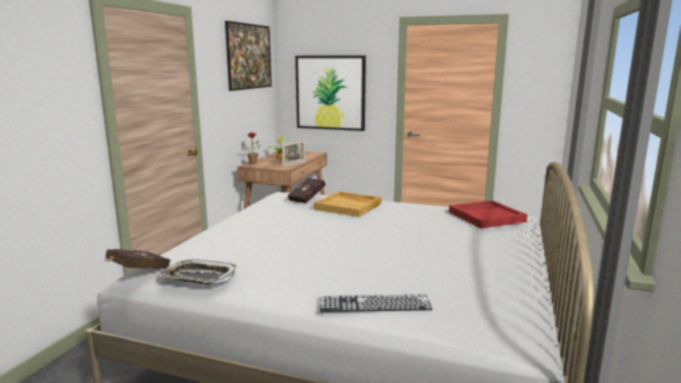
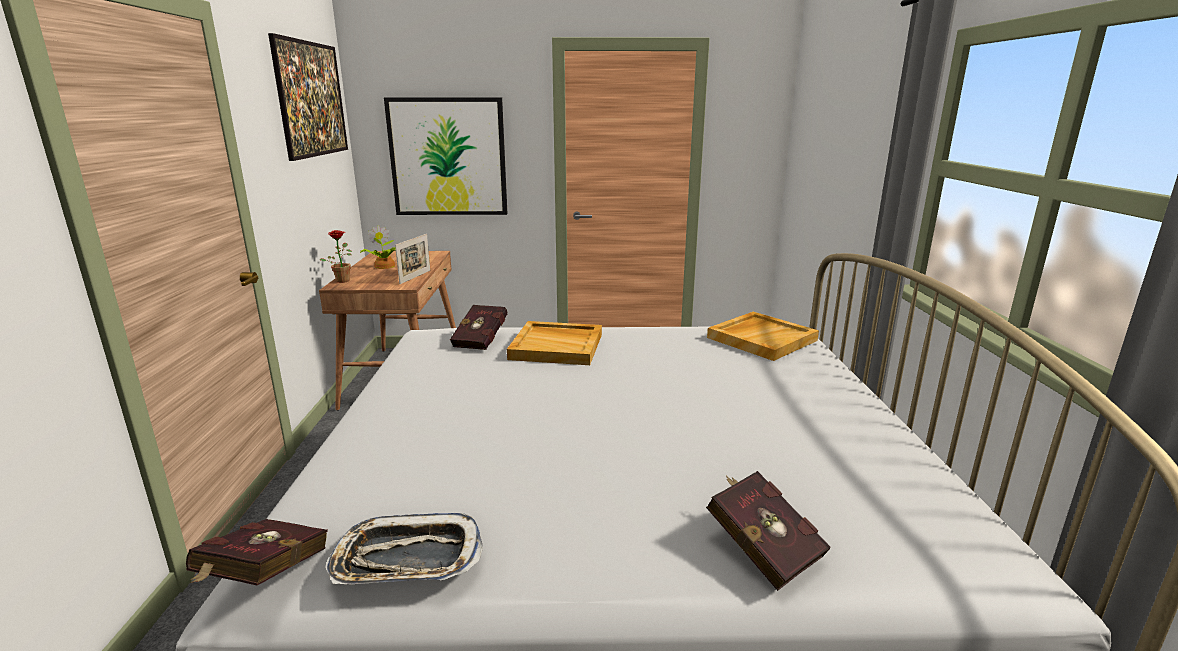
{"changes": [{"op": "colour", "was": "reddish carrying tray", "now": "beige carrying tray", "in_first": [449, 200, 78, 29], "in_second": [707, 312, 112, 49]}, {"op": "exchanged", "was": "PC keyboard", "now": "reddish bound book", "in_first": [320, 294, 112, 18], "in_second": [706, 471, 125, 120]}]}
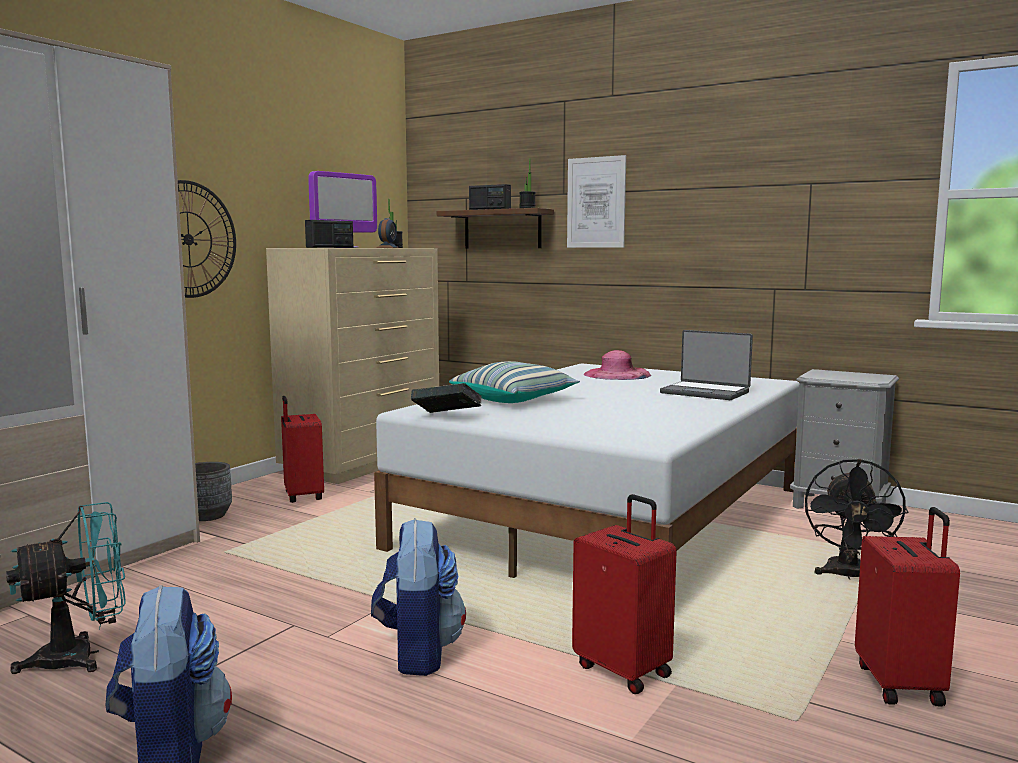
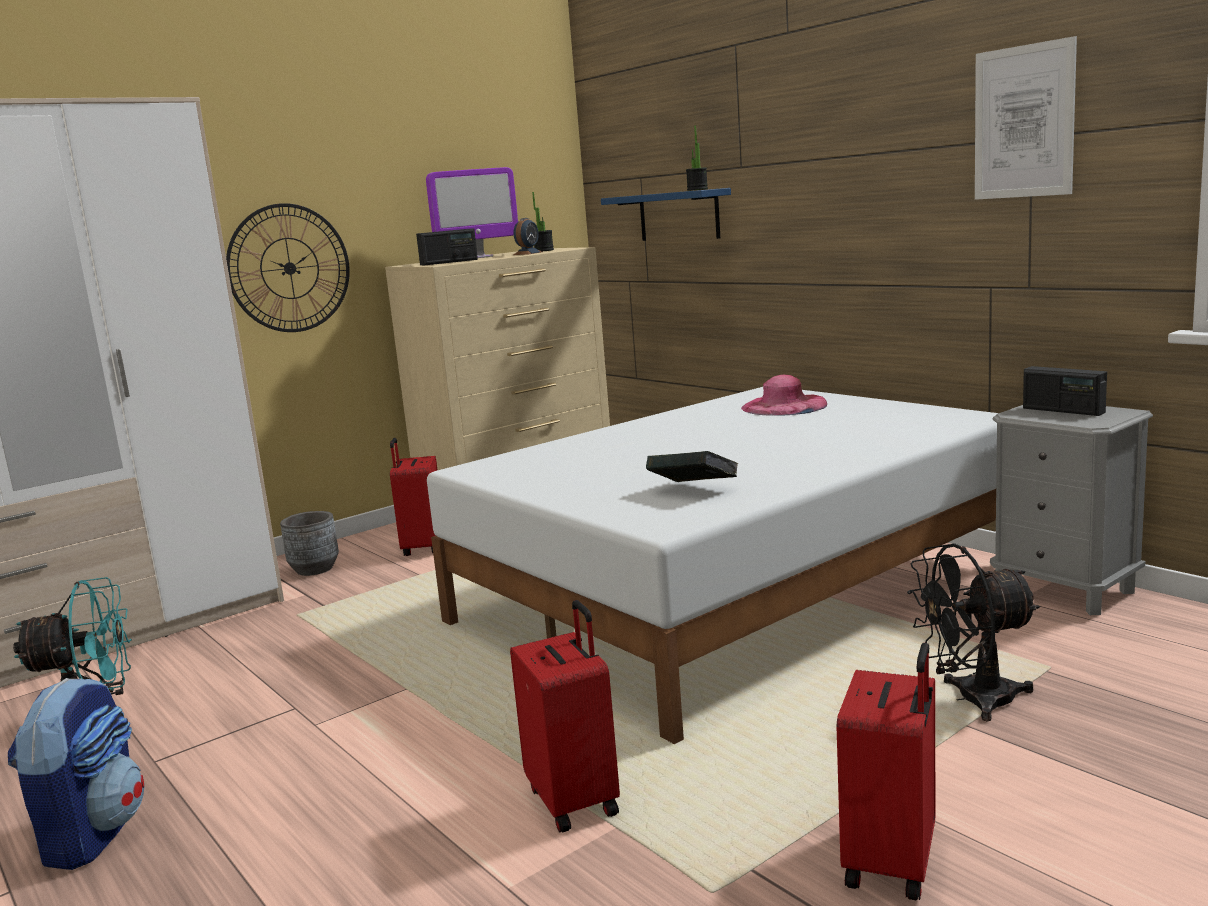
{"changes": [{"op": "relocated", "was": "wall picture", "in_first": [567, 155, 59, 93], "in_second": [975, 36, 102, 164]}, {"op": "relocated", "was": "radio receiver", "in_first": [469, 184, 42, 26], "in_second": [1023, 366, 84, 50]}, {"op": "colour", "was": "brownish wall shelf", "now": "bluish wall shelf", "in_first": [437, 208, 117, 40], "in_second": [601, 188, 130, 53]}, {"op": "missing", "was": "notebook computer", "in_first": [660, 330, 93, 70]}, {"op": "missing", "was": "pillow", "in_first": [449, 361, 131, 42]}, {"op": "relocated", "was": "bound book", "in_first": [411, 383, 71, 30], "in_second": [646, 451, 92, 31]}, {"op": "spun", "was": "black cooling fan", "in_first": [805, 459, 104, 121], "in_second": [907, 543, 133, 179], "clockwise": 45}, {"op": "missing", "was": "backpack", "in_first": [371, 518, 95, 158]}]}
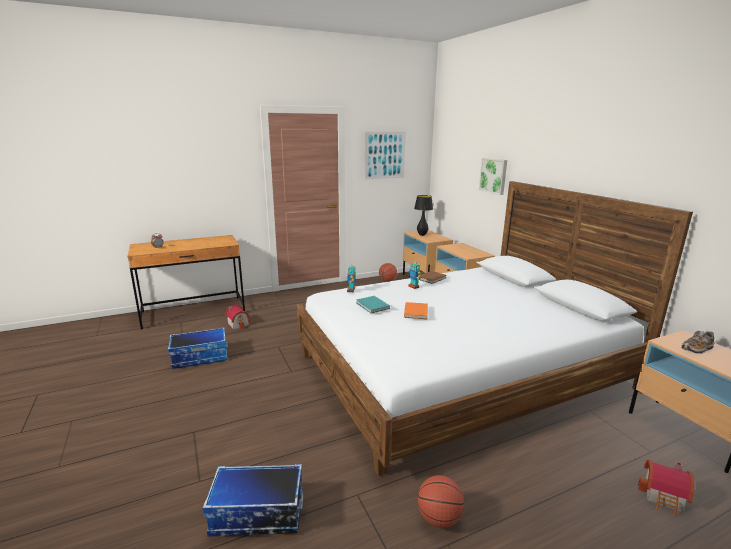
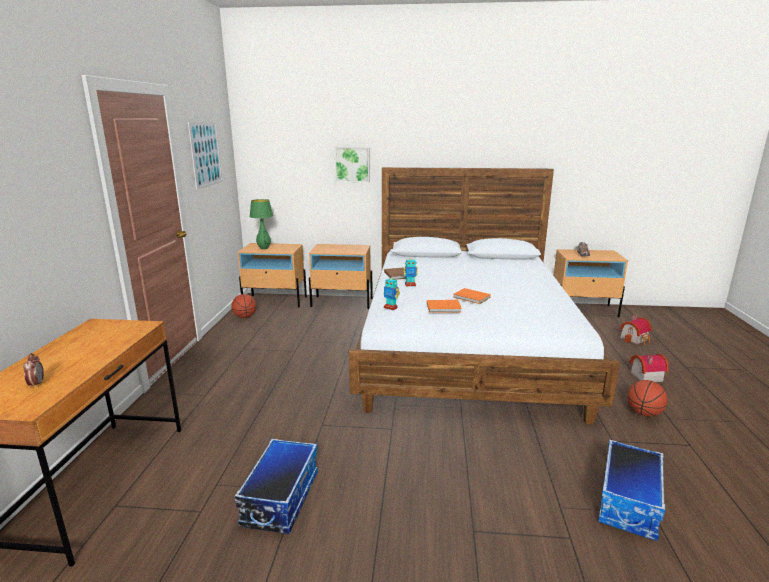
{"changes": [{"op": "colour", "was": "black lamp for a table", "now": "green lamp for a table", "in_first": [414, 195, 19, 41], "in_second": [249, 199, 24, 50]}, {"op": "colour", "was": "blue-green bound book", "now": "orange-coloured bound book", "in_first": [356, 296, 34, 17], "in_second": [427, 300, 35, 13]}, {"op": "relocated", "was": "model house", "in_first": [225, 305, 27, 25], "in_second": [629, 354, 40, 28]}]}
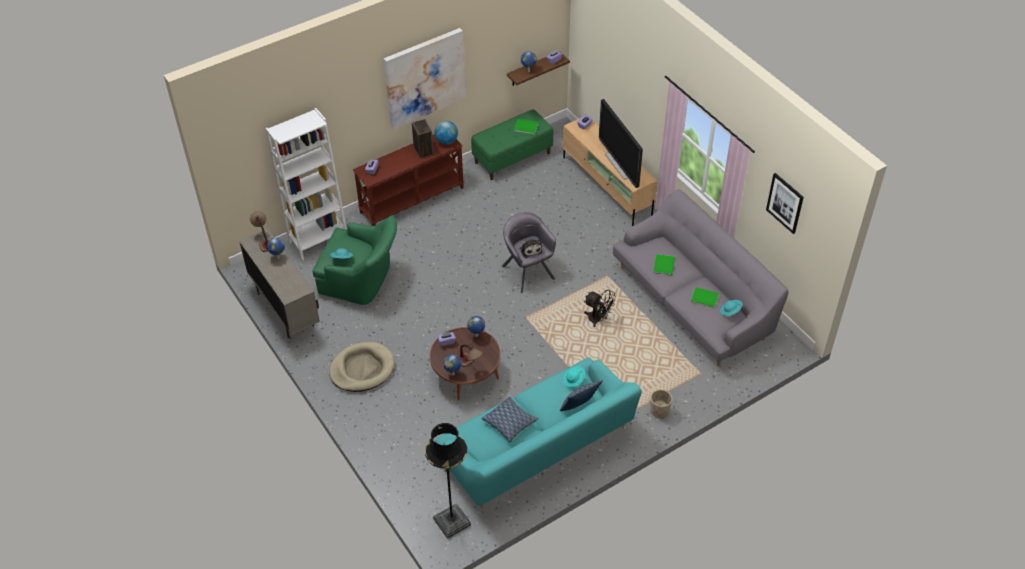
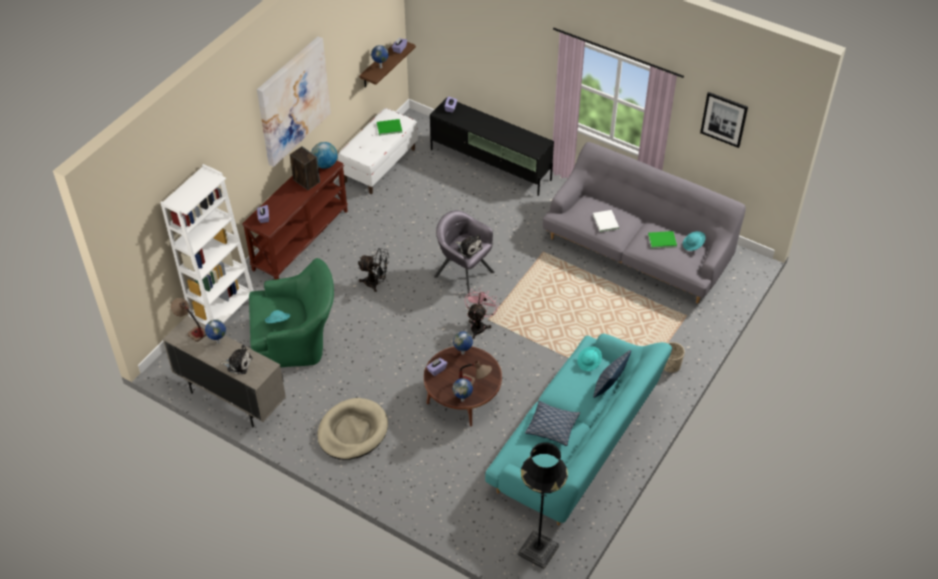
{"changes": [{"op": "missing", "was": "television", "in_first": [599, 99, 44, 89]}, {"op": "colour", "was": "green indoor bench", "now": "white indoor bench", "in_first": [471, 109, 82, 71], "in_second": [338, 108, 80, 86]}, {"op": "colour", "was": "beige tv stand", "now": "black tv stand", "in_first": [563, 118, 94, 108], "in_second": [430, 98, 124, 98]}, {"op": "colour", "was": "green bound book", "now": "white bound book", "in_first": [653, 254, 22, 21], "in_second": [593, 210, 26, 22]}, {"op": "relocated", "was": "black cooling fan", "in_first": [584, 290, 32, 37], "in_second": [358, 248, 31, 44]}, {"op": "appeared", "now": "pink cooling fan", "in_second": [465, 287, 34, 52]}, {"op": "appeared", "now": "soft toy", "in_second": [220, 345, 32, 29]}]}
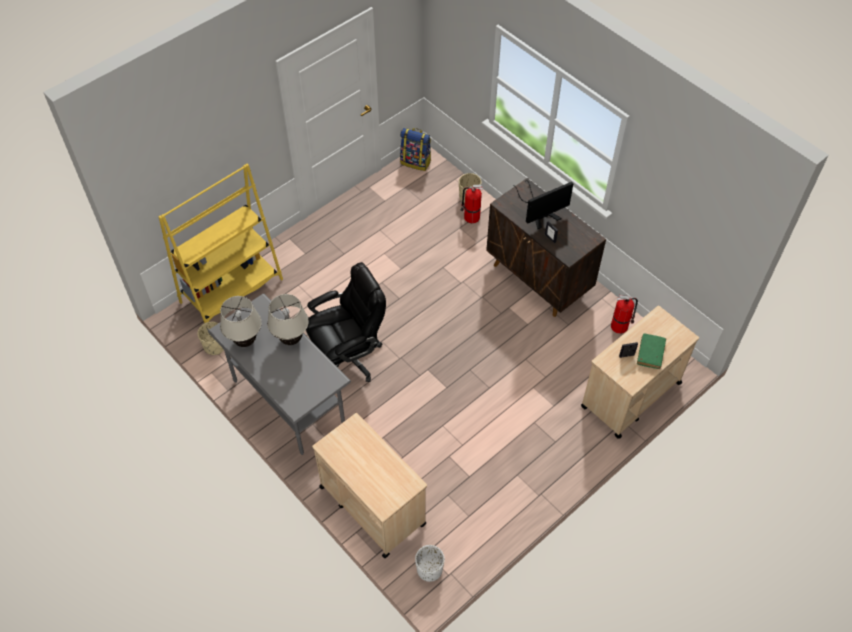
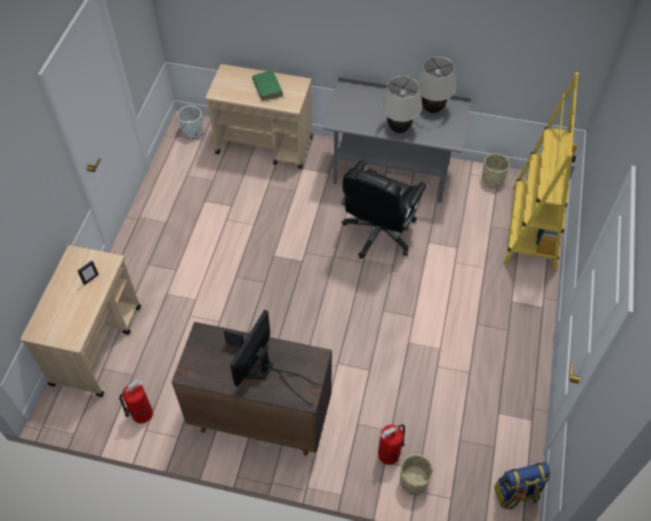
{"changes": [{"op": "relocated", "was": "green bound book", "in_first": [637, 333, 29, 36], "in_second": [252, 71, 31, 29]}]}
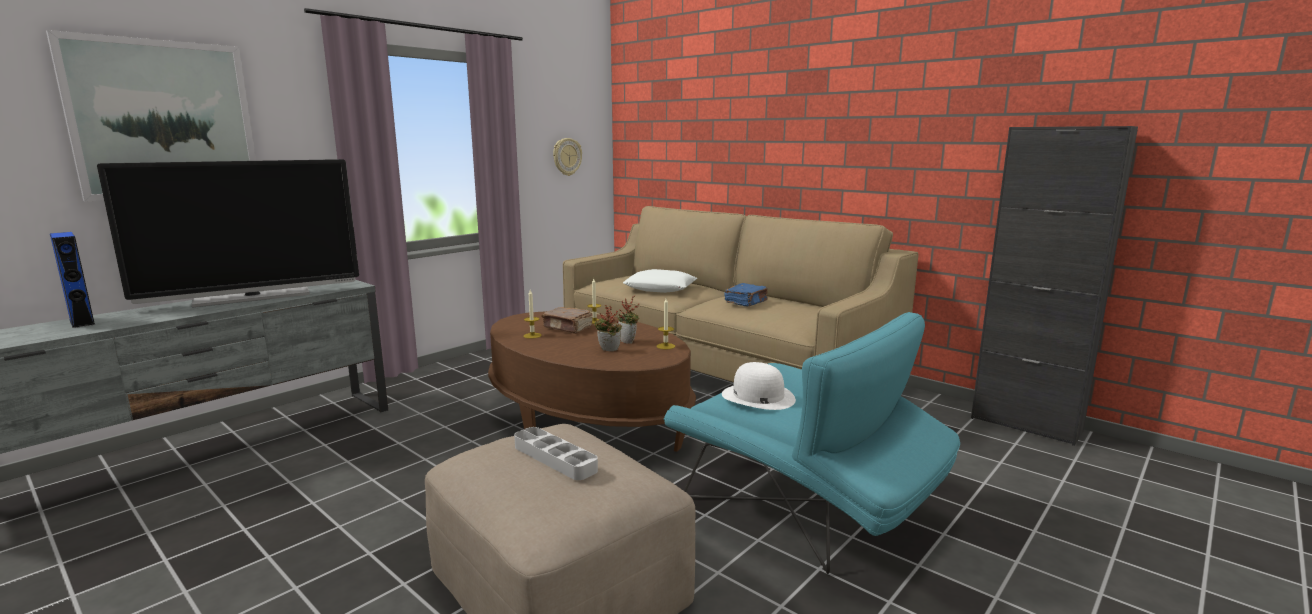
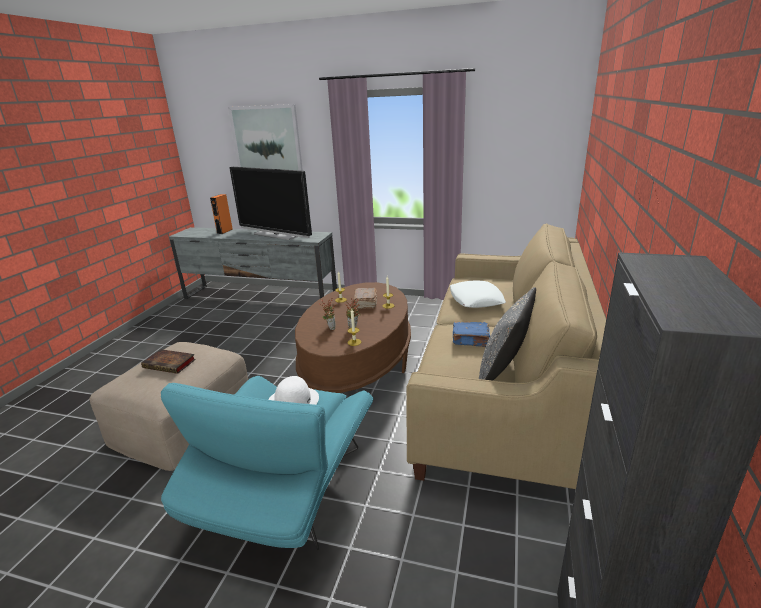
{"changes": [{"op": "missing", "was": "wall clock", "in_first": [553, 138, 29, 38]}, {"op": "colour", "was": "bluish audio speaker", "now": "orange-coloured audio speaker", "in_first": [50, 232, 45, 96], "in_second": [210, 194, 23, 40]}, {"op": "exchanged", "was": "gray carrying tray", "now": "bound book", "in_first": [514, 427, 84, 53], "in_second": [141, 349, 55, 25]}, {"op": "appeared", "now": "gray pillow", "in_second": [479, 287, 57, 94]}]}
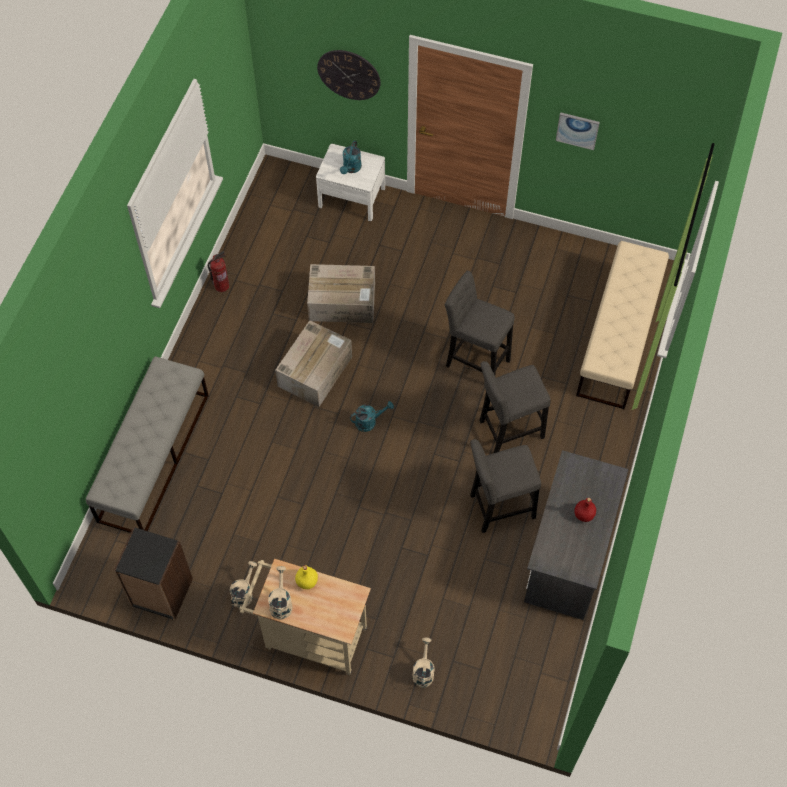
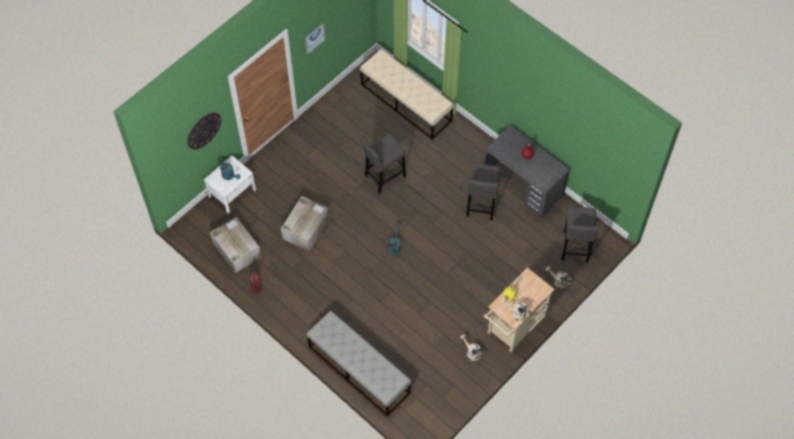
{"changes": [{"op": "relocated", "was": "cardboard box", "in_first": [275, 320, 77, 87], "in_second": [210, 217, 51, 56]}, {"op": "relocated", "was": "gray sitting stool", "in_first": [480, 361, 71, 92], "in_second": [562, 206, 38, 56]}, {"op": "missing", "was": "black bookcase", "in_first": [114, 527, 79, 93]}]}
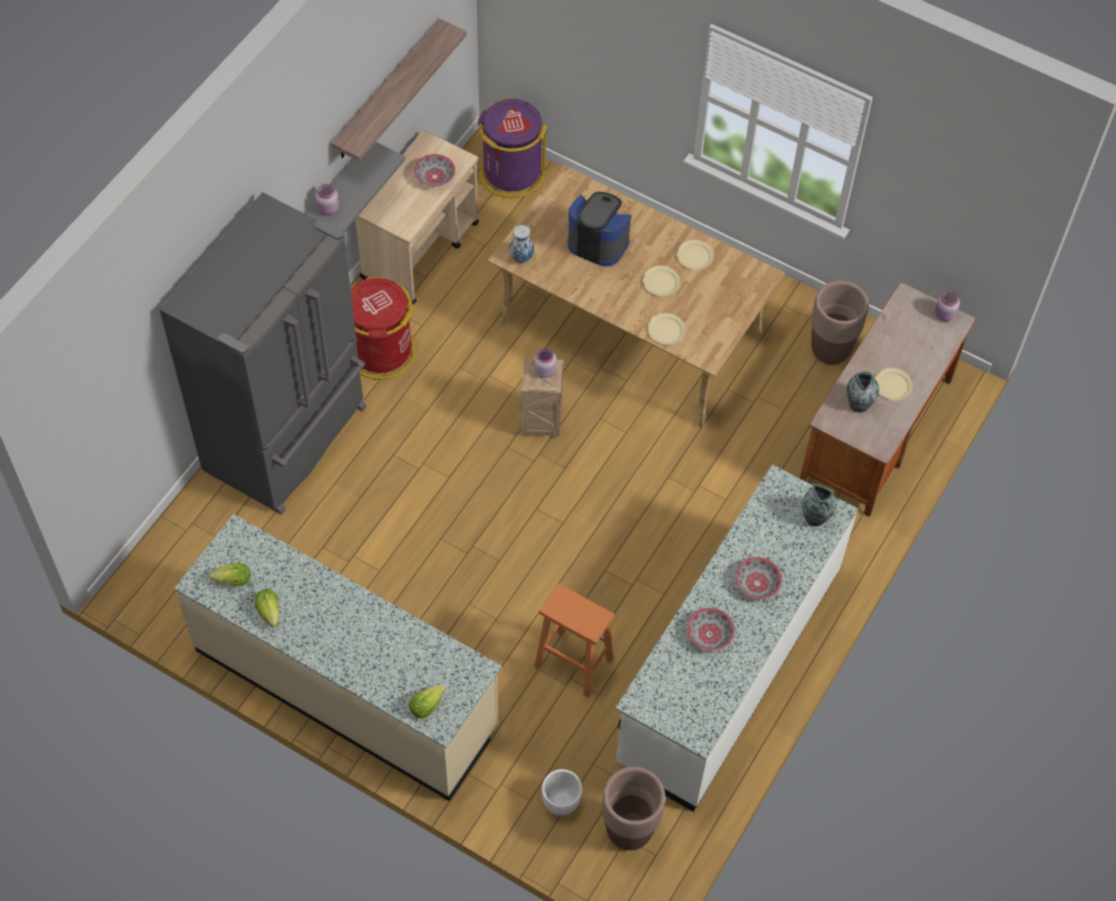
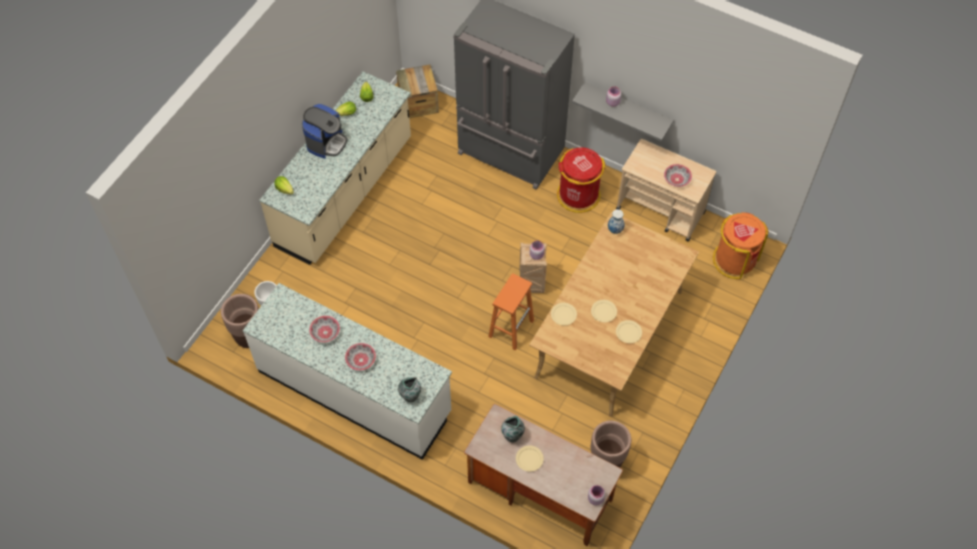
{"changes": [{"op": "missing", "was": "wall shelf", "in_first": [331, 19, 136, 142]}, {"op": "colour", "was": "purple waste bin", "now": "orange-coloured waste bin", "in_first": [478, 98, 69, 100], "in_second": [713, 212, 56, 67]}, {"op": "relocated", "was": "coffee brewer", "in_first": [568, 192, 64, 74], "in_second": [302, 104, 45, 55]}, {"op": "relocated", "was": "orange-coloured sitting stool", "in_first": [534, 583, 81, 115], "in_second": [488, 273, 46, 78]}, {"op": "appeared", "now": "shipping crate", "in_second": [396, 64, 43, 54]}]}
